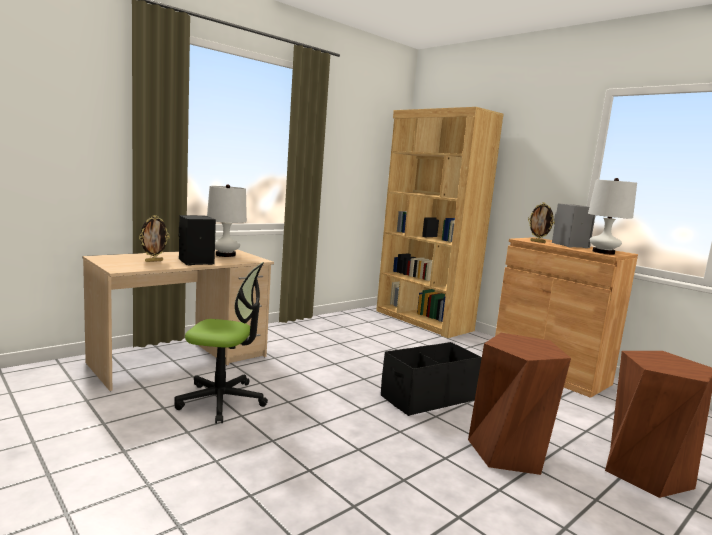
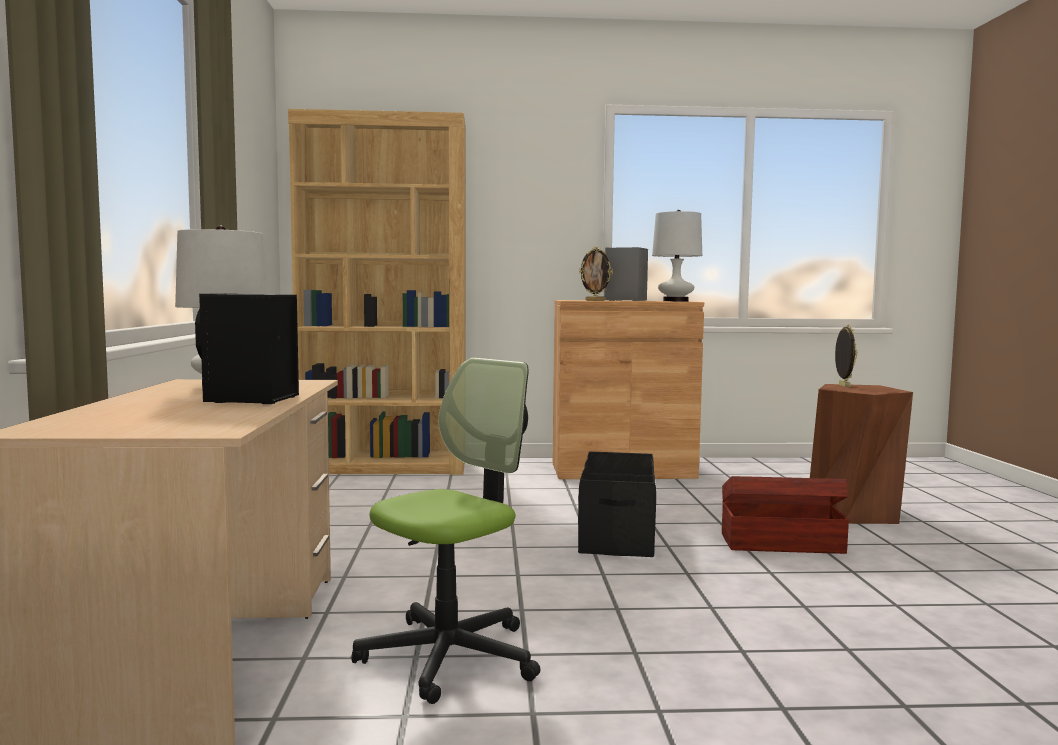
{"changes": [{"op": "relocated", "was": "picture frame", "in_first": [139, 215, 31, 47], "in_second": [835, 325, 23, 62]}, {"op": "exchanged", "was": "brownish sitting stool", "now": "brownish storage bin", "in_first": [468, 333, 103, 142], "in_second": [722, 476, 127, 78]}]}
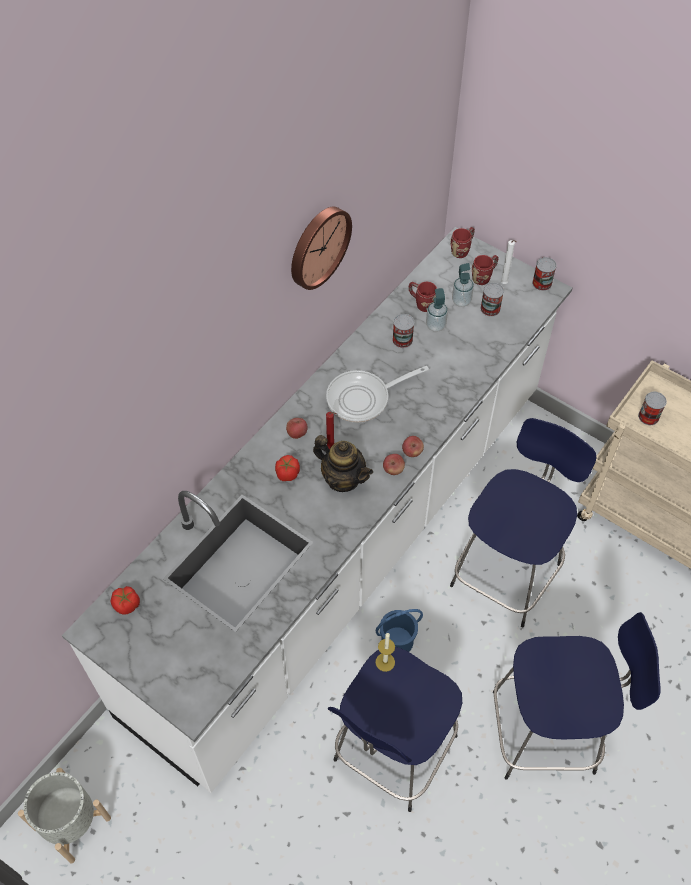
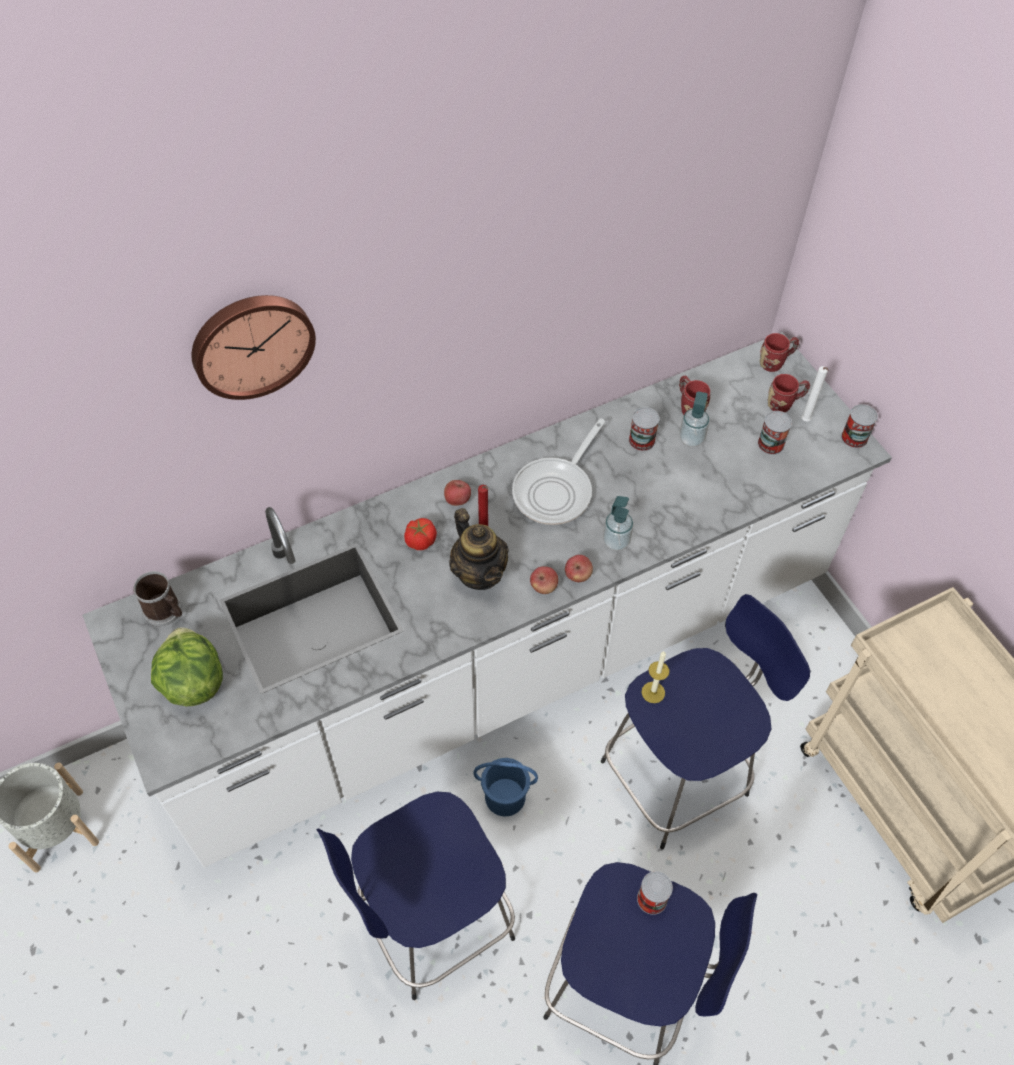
{"changes": [{"op": "relocated", "was": "wall clock", "in_first": [291, 207, 61, 83], "in_second": [192, 295, 124, 105]}, {"op": "relocated", "was": "soap bottle", "in_first": [452, 263, 22, 44], "in_second": [603, 496, 31, 55]}, {"op": "spun", "was": "pan", "in_first": [326, 366, 103, 57], "in_second": [512, 418, 93, 107], "clockwise": -60}, {"op": "relocated", "was": "can", "in_first": [638, 392, 29, 33], "in_second": [637, 871, 36, 44]}, {"op": "exchanged", "was": "fresh tomato", "now": "tea mug", "in_first": [110, 586, 30, 29], "in_second": [133, 571, 49, 56]}, {"op": "relocated", "was": "wax candle", "in_first": [376, 633, 19, 39], "in_second": [642, 651, 27, 52]}, {"op": "appeared", "now": "head of lettuce", "in_second": [151, 627, 72, 79]}]}
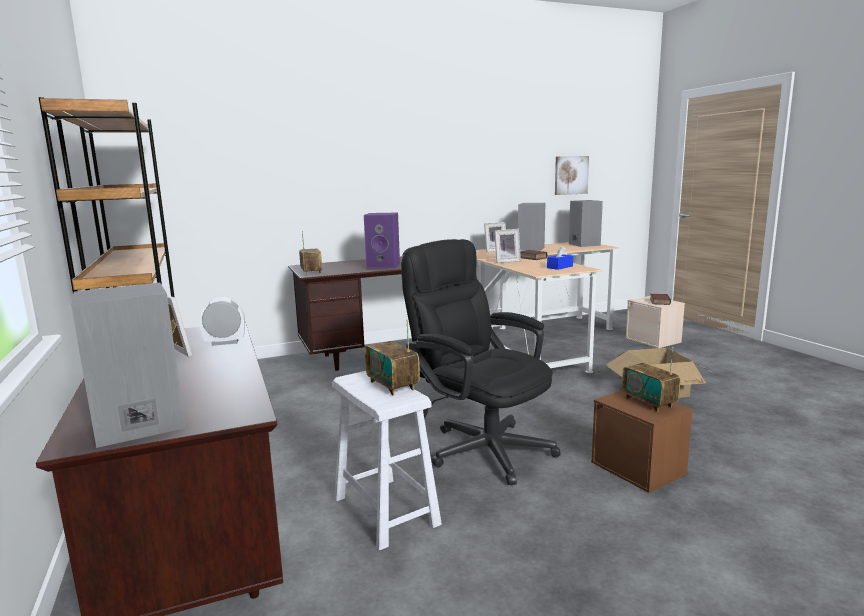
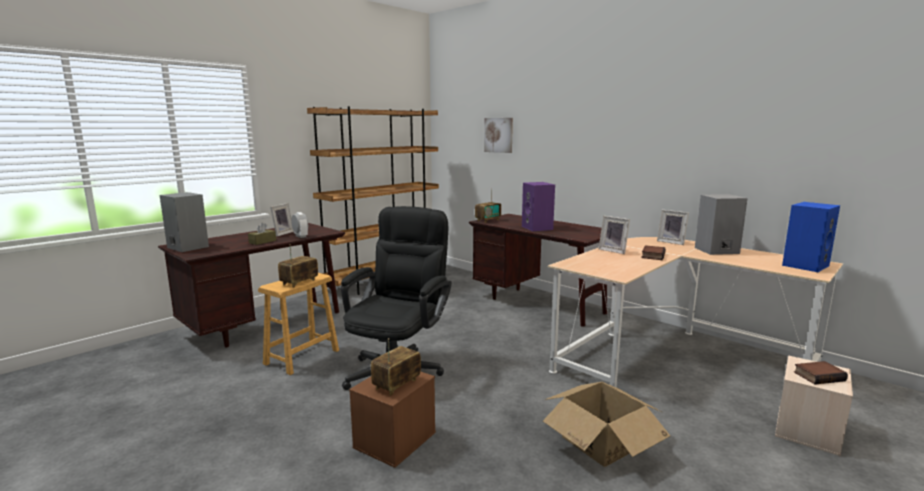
{"changes": [{"op": "relocated", "was": "wall picture", "in_first": [555, 156, 34, 39], "in_second": [484, 118, 29, 35]}, {"op": "colour", "was": "gray audio speaker", "now": "bluish audio speaker", "in_first": [569, 200, 34, 47], "in_second": [782, 202, 58, 70]}, {"op": "missing", "was": "bluish tissue box", "in_first": [547, 246, 26, 24]}, {"op": "colour", "was": "white sitting stool", "now": "brownish sitting stool", "in_first": [332, 371, 110, 179], "in_second": [258, 273, 81, 102]}, {"op": "appeared", "now": "brownish tissue box", "in_second": [248, 222, 28, 23]}]}
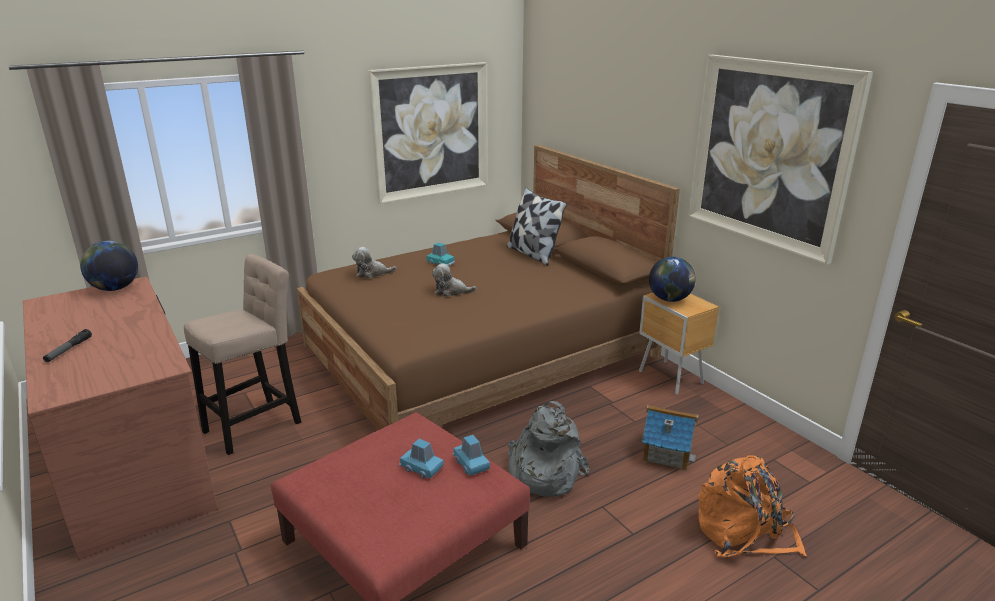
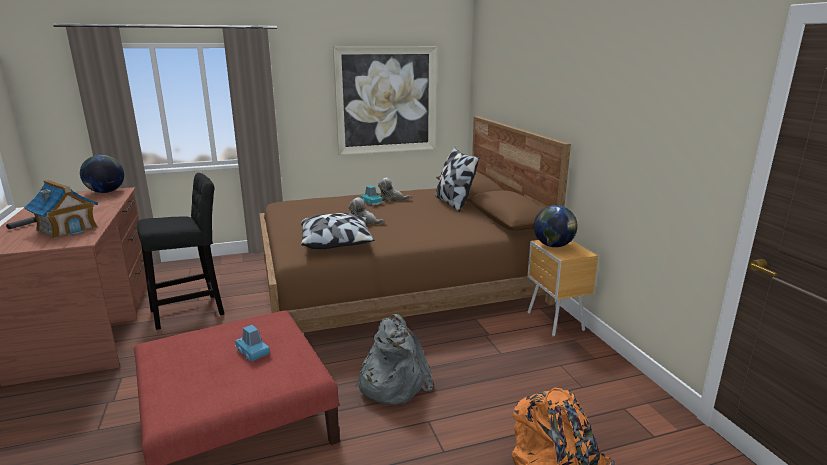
{"changes": [{"op": "missing", "was": "wall picture", "in_first": [688, 55, 185, 210]}, {"op": "relocated", "was": "soft toy", "in_first": [352, 247, 45, 31], "in_second": [378, 178, 33, 24]}, {"op": "colour", "was": "beige sitting stool", "now": "black sitting stool", "in_first": [184, 254, 117, 201], "in_second": [137, 173, 87, 157]}, {"op": "relocated", "was": "model house", "in_first": [642, 405, 57, 66], "in_second": [24, 180, 74, 59]}, {"op": "missing", "was": "bluish miniature car", "in_first": [453, 435, 37, 41]}, {"op": "appeared", "now": "pillow", "in_second": [301, 213, 73, 36]}]}
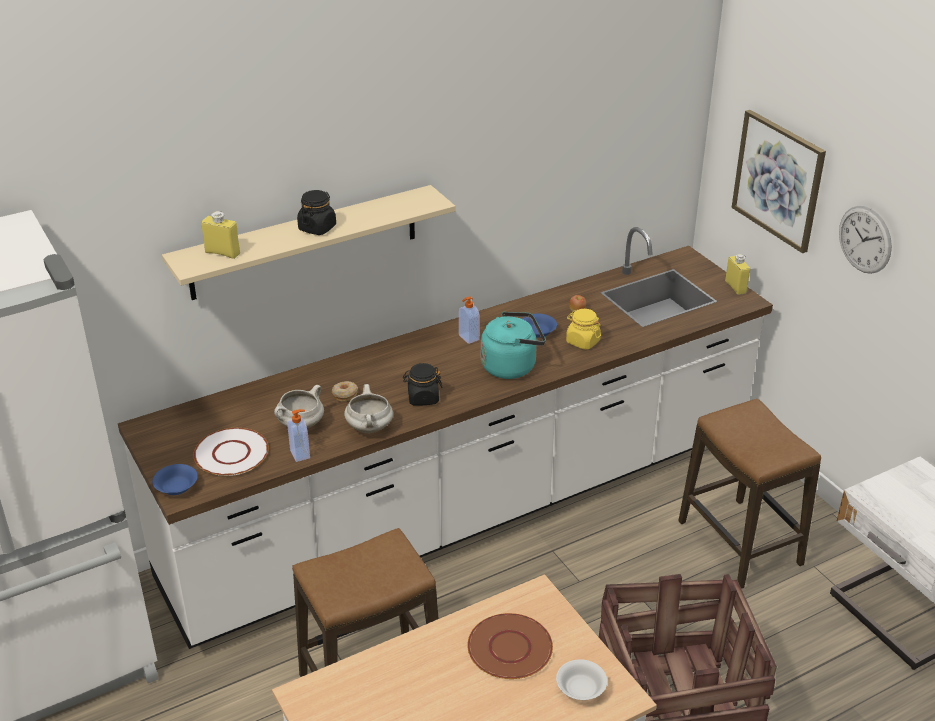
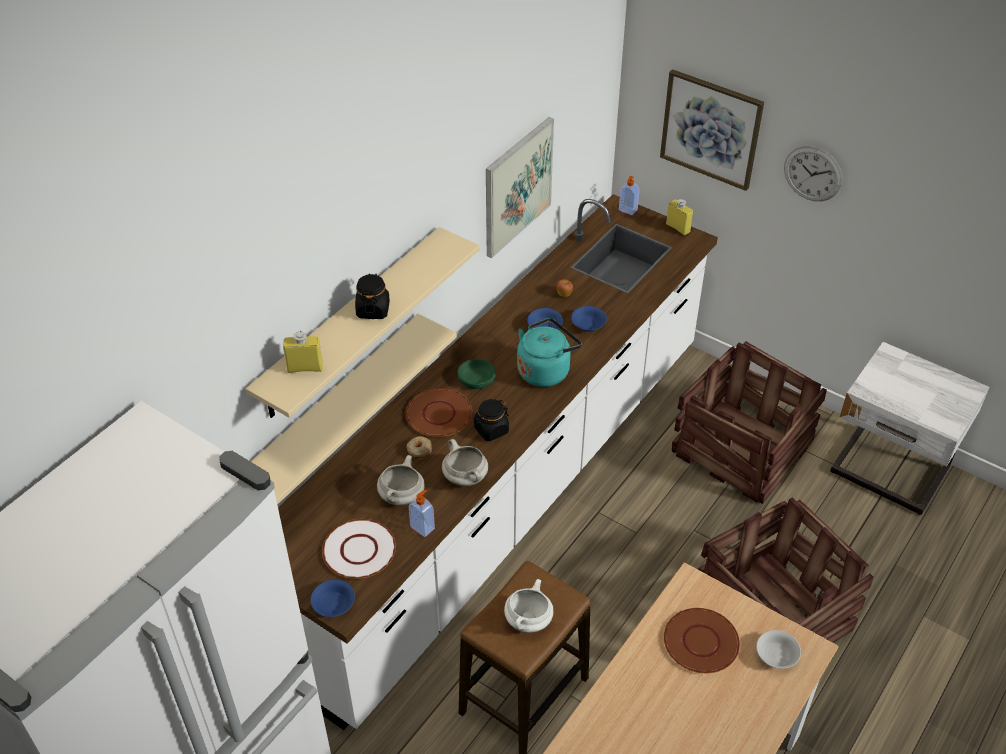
{"changes": [{"op": "relocated", "was": "soap bottle", "in_first": [459, 297, 21, 47], "in_second": [619, 176, 21, 39]}, {"op": "exchanged", "was": "yellowish storage jar", "now": "bluish deep dish", "in_first": [566, 309, 35, 41], "in_second": [571, 306, 36, 26]}, {"op": "exchanged", "was": "sitting stool", "now": "shipping crate", "in_first": [678, 399, 143, 190], "in_second": [672, 341, 155, 163]}, {"op": "appeared", "now": "wall picture", "in_second": [486, 117, 68, 141]}, {"op": "appeared", "now": "beige wall shelf", "in_second": [251, 314, 206, 191]}, {"op": "appeared", "now": "green deep dish", "in_second": [457, 359, 39, 30]}, {"op": "appeared", "now": "brownish dinner plate", "in_second": [406, 388, 66, 49]}, {"op": "appeared", "now": "white stockpot", "in_second": [504, 579, 49, 54]}]}
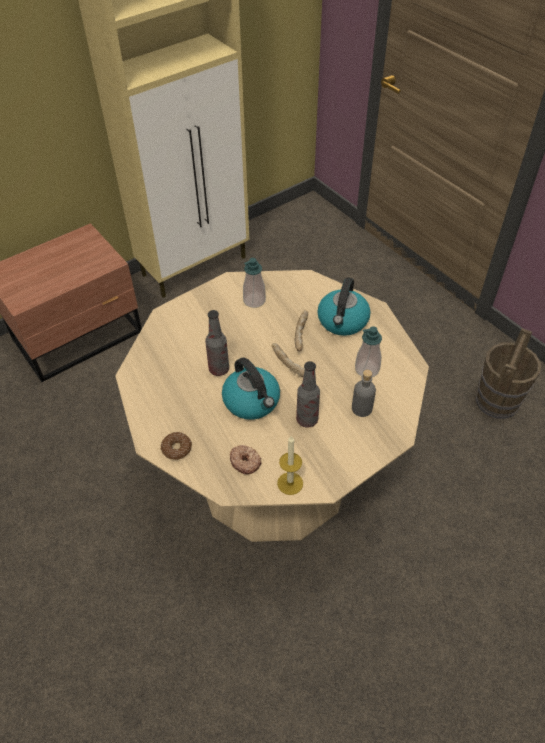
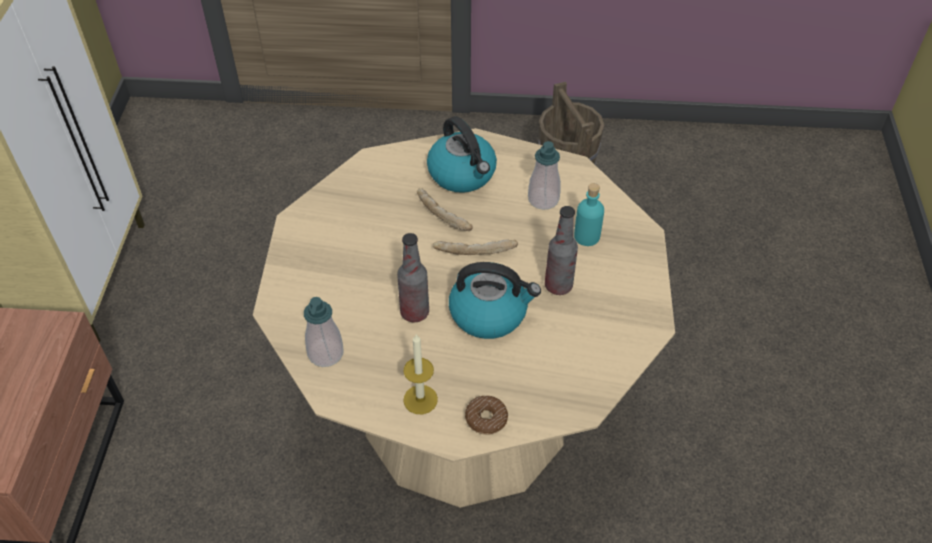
{"changes": [{"op": "relocated", "was": "soap bottle", "in_first": [243, 258, 23, 50], "in_second": [304, 297, 40, 70]}, {"op": "colour", "was": "gray beverage bottle", "now": "blue-green beverage bottle", "in_first": [352, 370, 24, 47], "in_second": [574, 183, 30, 63]}, {"op": "relocated", "was": "wax candle", "in_first": [277, 436, 26, 59], "in_second": [403, 334, 35, 80]}, {"op": "missing", "was": "ring doughnut", "in_first": [230, 445, 32, 29]}]}
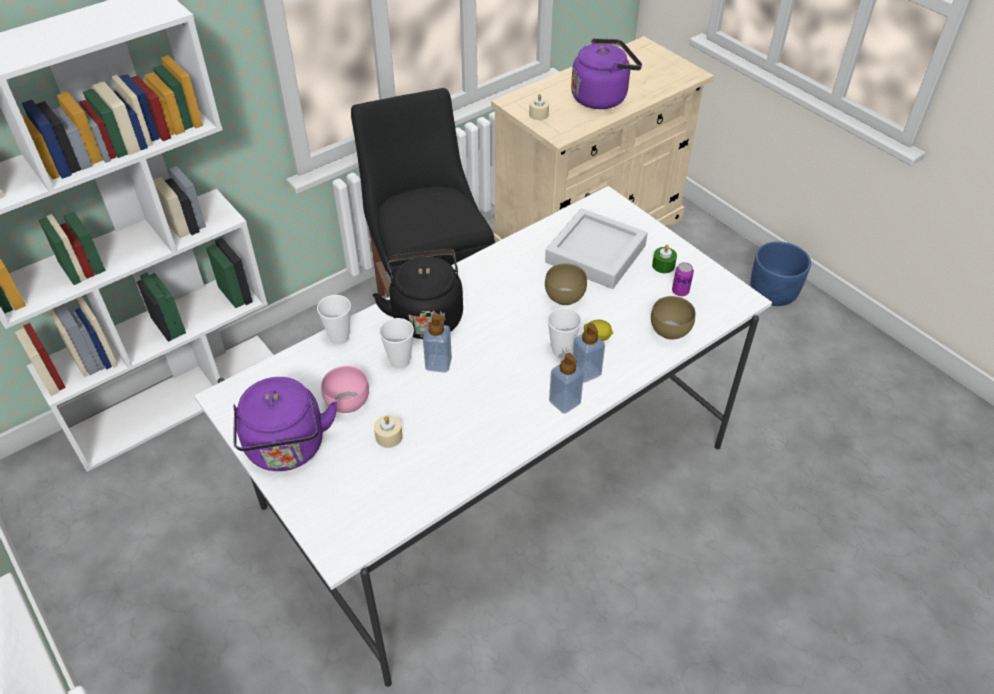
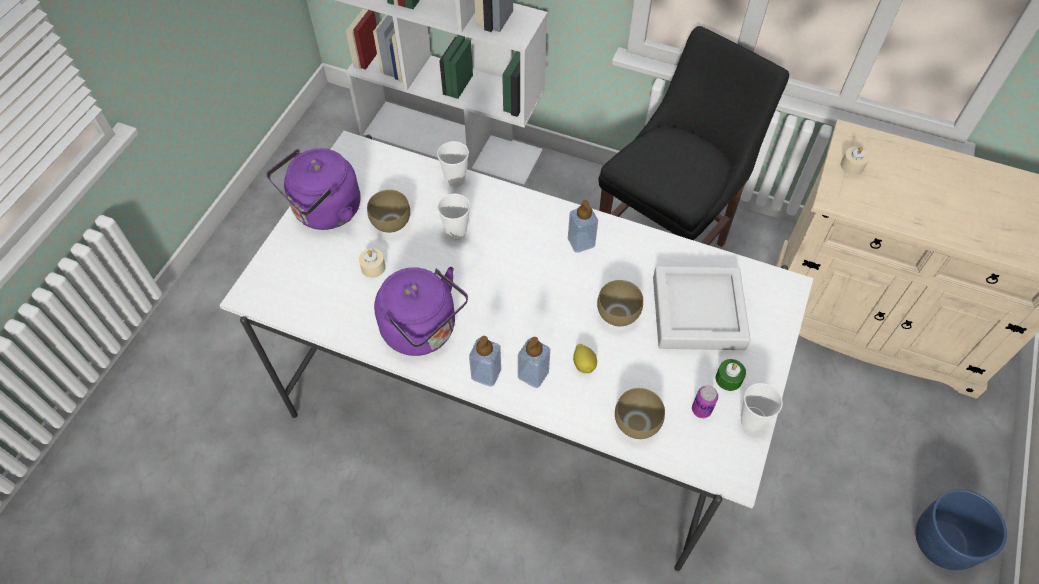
{"changes": [{"op": "relocated", "was": "purple water kettle", "in_first": [571, 38, 71, 71], "in_second": [374, 267, 94, 89]}, {"op": "missing", "was": "black water kettle", "in_first": [373, 249, 90, 90]}, {"op": "relocated", "was": "cup", "in_first": [547, 308, 35, 50], "in_second": [741, 383, 42, 48]}, {"op": "relocated", "was": "soap bottle", "in_first": [423, 314, 29, 59], "in_second": [568, 200, 30, 53]}, {"op": "colour", "was": "pink deep dish", "now": "brownish deep dish", "in_first": [321, 366, 48, 47], "in_second": [367, 190, 43, 43]}]}
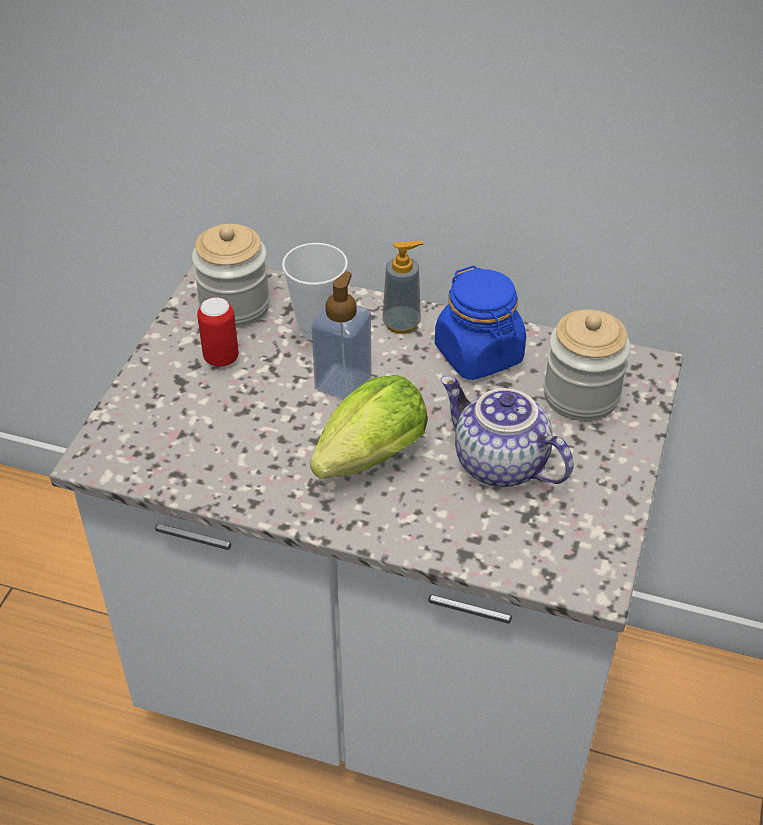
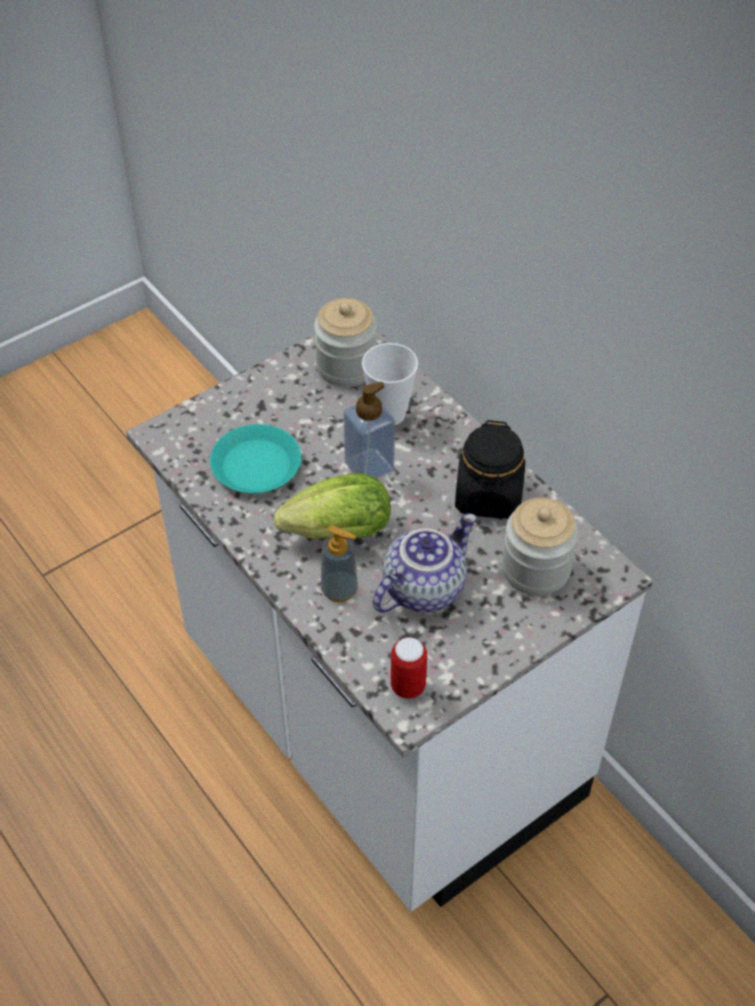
{"changes": [{"op": "relocated", "was": "soap bottle", "in_first": [382, 241, 42, 93], "in_second": [321, 526, 37, 76]}, {"op": "colour", "was": "bluish storage jar", "now": "black storage jar", "in_first": [435, 265, 91, 115], "in_second": [455, 420, 70, 99]}, {"op": "relocated", "was": "can", "in_first": [197, 297, 42, 70], "in_second": [391, 637, 36, 62]}, {"op": "spun", "was": "pot for tea", "in_first": [440, 376, 134, 111], "in_second": [373, 513, 103, 100], "clockwise": 60}, {"op": "appeared", "now": "blue-green dinner plate", "in_second": [210, 424, 91, 69]}]}
